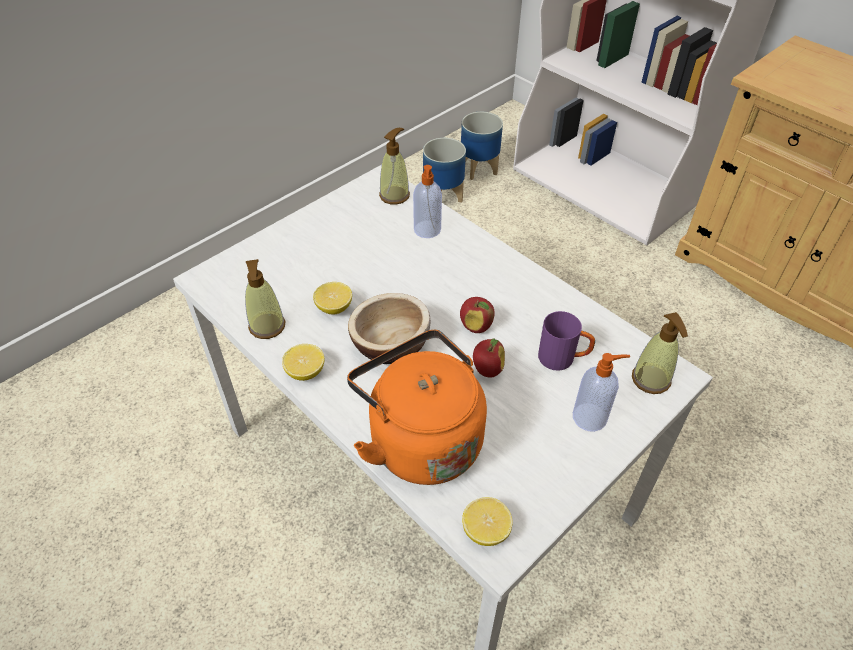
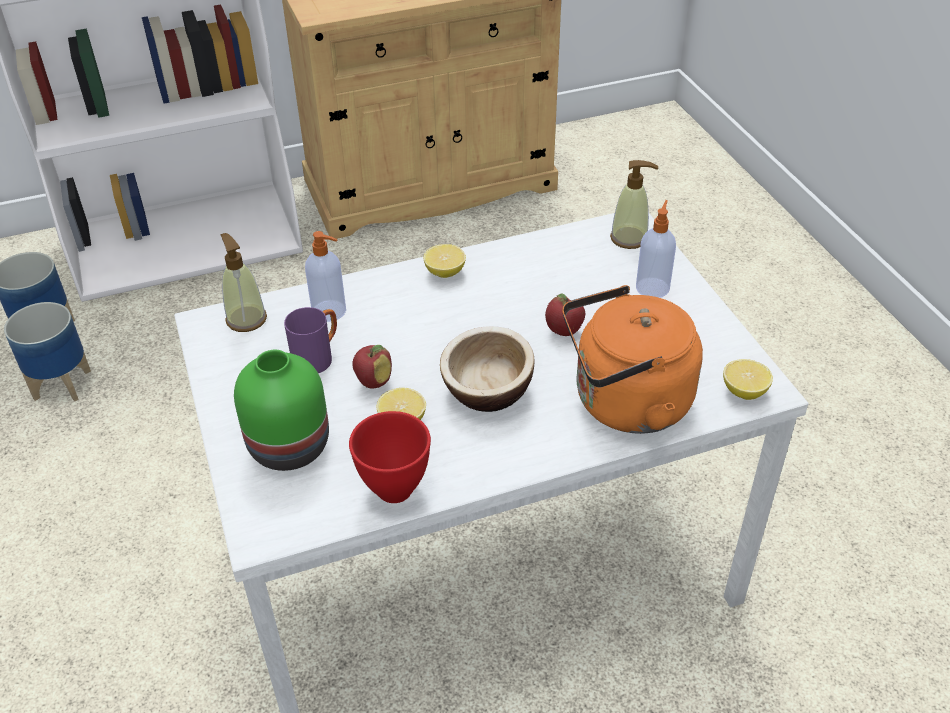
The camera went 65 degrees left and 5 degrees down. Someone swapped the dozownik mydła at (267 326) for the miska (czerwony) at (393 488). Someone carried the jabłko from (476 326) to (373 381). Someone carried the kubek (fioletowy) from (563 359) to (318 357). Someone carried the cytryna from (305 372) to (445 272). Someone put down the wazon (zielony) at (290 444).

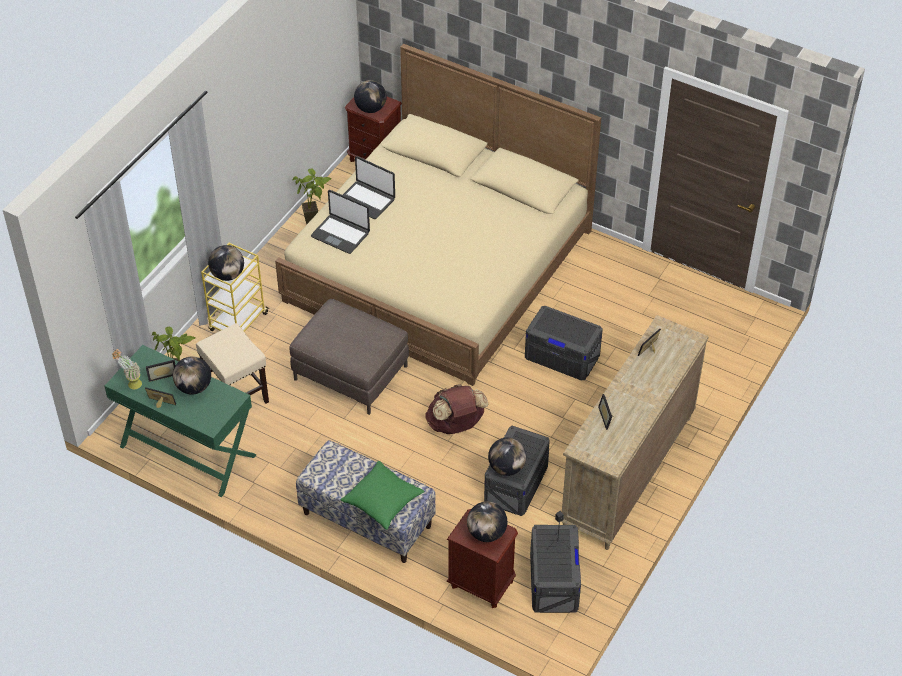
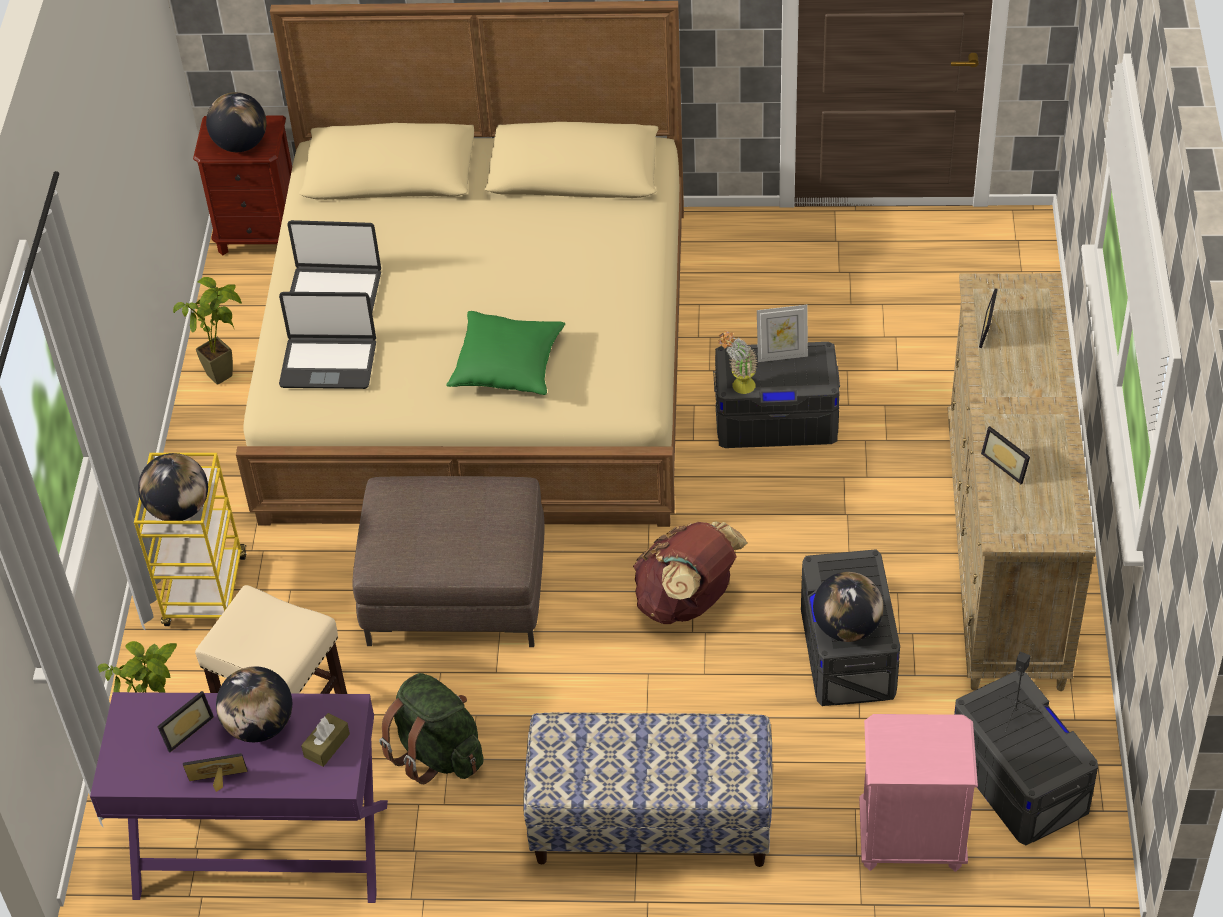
The camera went 25 degrees left and 0 degrees up. Someone repainted the biurko (zielony) at (187 451), which became the biurko (fioletowy) at (261 851). Someone carried the roślina doniczkowa from (131 384) to (738 388). Someone carried the poduszka (zielony) from (382 501) to (507 366). Someone took away the globus at (486 533). Someone repainted the szafka nocna (brązowy) at (481 584), which became the szafka nocna (różowy) at (910 840). Someone put down the ramka na zdjęcie at (782 355). Someone put down the plecak (zielony) at (437 753). Someone put down the pudełko chusteczek (brązowy) at (327 745).

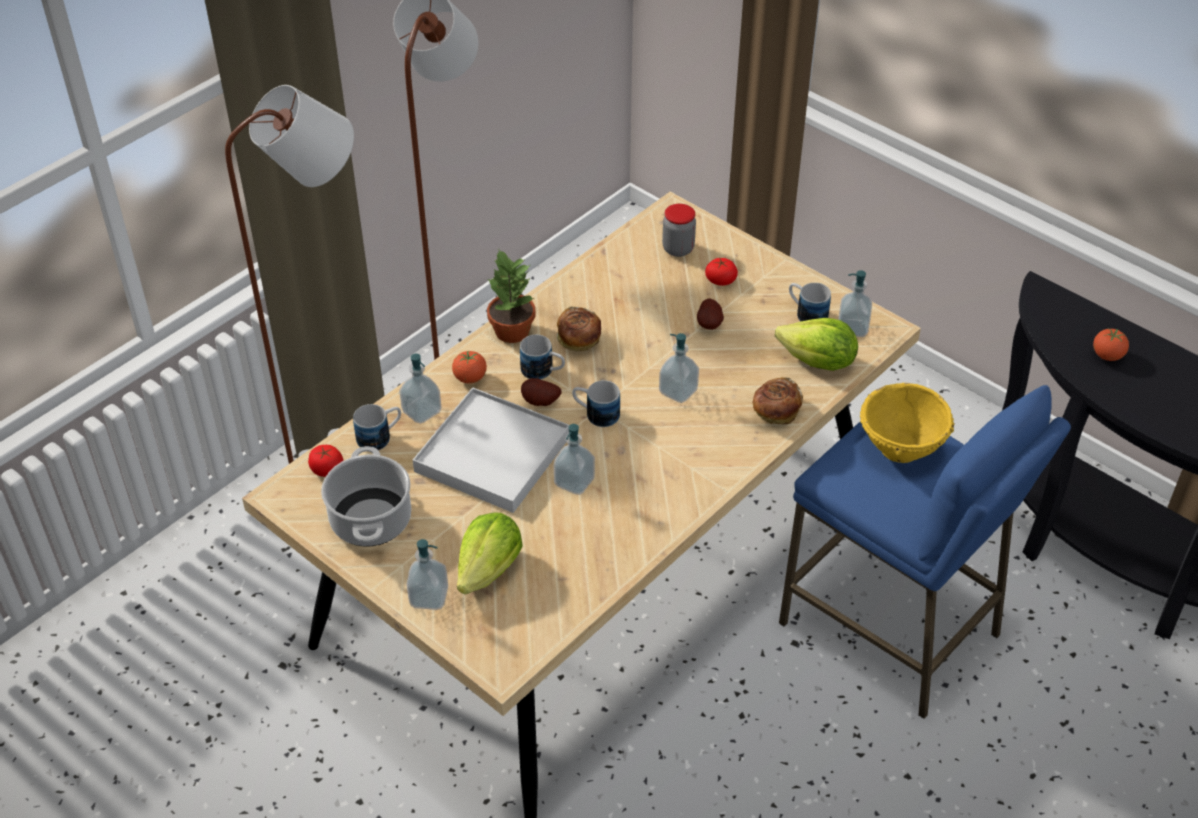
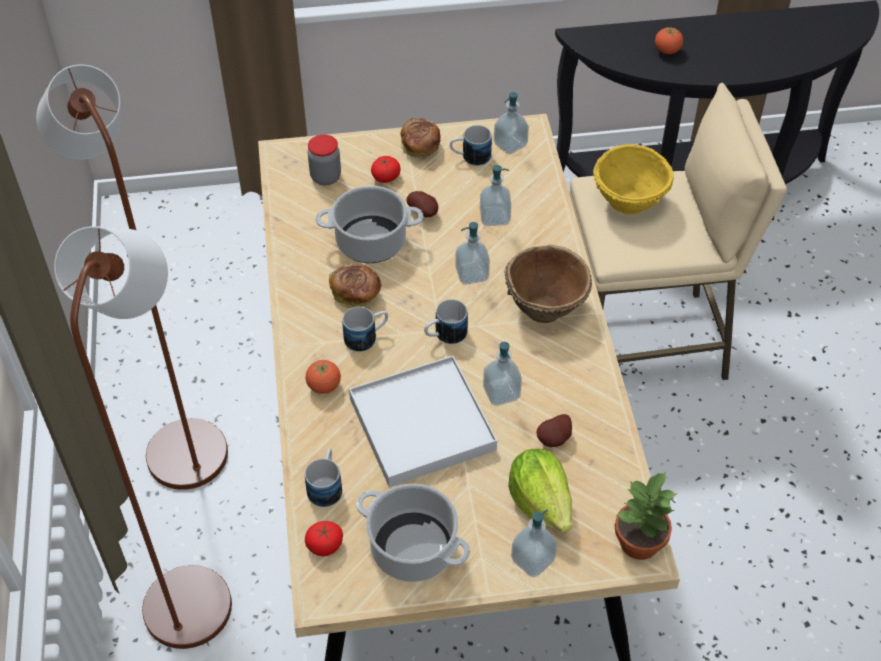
The camera went 50 degrees left and 5 degrees up. Someone carried the roślina doniczkowa from (511 331) to (638 543). Someone took away the sałata at (818 362). Someone carried the dozownik mydła from (421 411) to (494 217). Someone carried the chleb from (775 411) to (420 147). Someone carried the ziemniak from (540 403) to (555 440). Someone repainted the stołek (niebieski) at (891 628), which became the stołek (beżowy) at (643 342). Someone put down the garnek at (370 242). Someone put down the miska (brązowy) at (545 306).

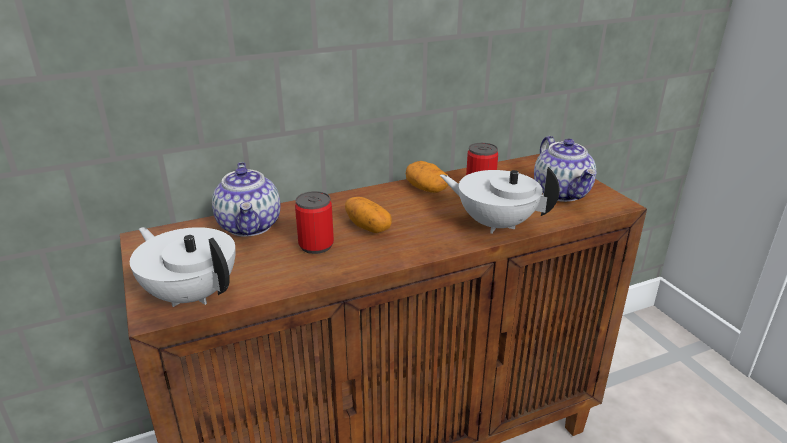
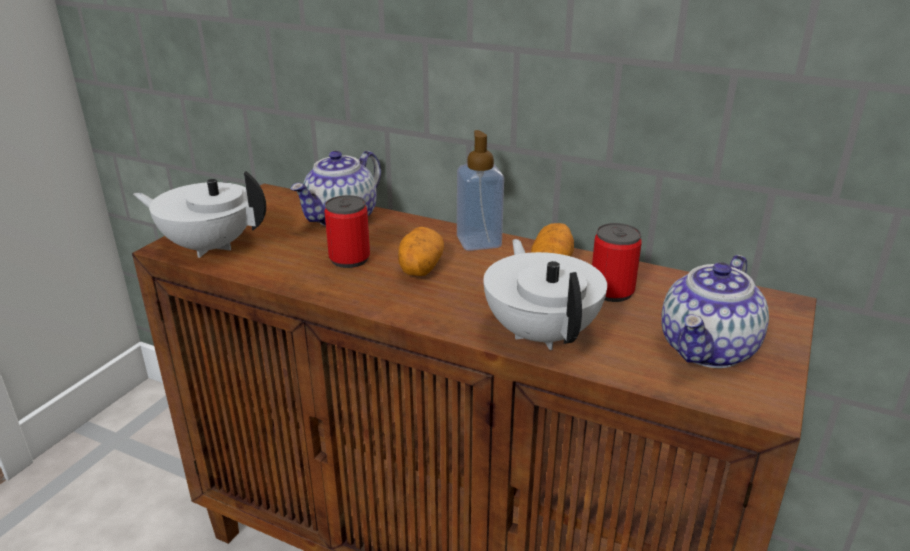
The camera went 50 degrees right and 0 degrees up. Someone rotated the imbryk (biały) at (192 294) by 75 degrees counterclockwise. Someone put down the dozownik mydła at (479 242).

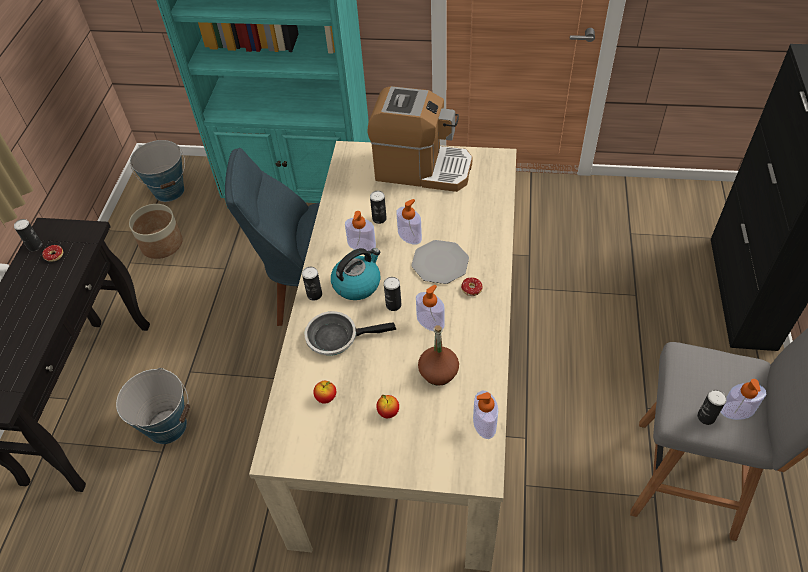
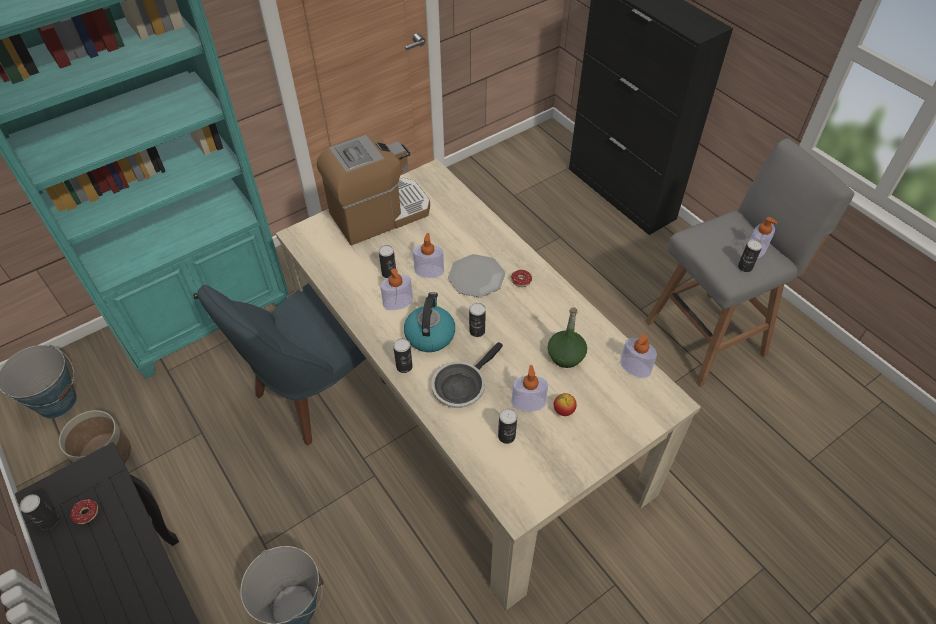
The camera went 45 degrees left and 0 degrees up. Someone carried the dozownik mydła from (430 321) to (528 403). Someone repainted the butelka (brązowy) at (438 372), which became the butelka (zielony) at (565 356). Someone swapped the jabłko at (326 398) for the puszka at (506 436).

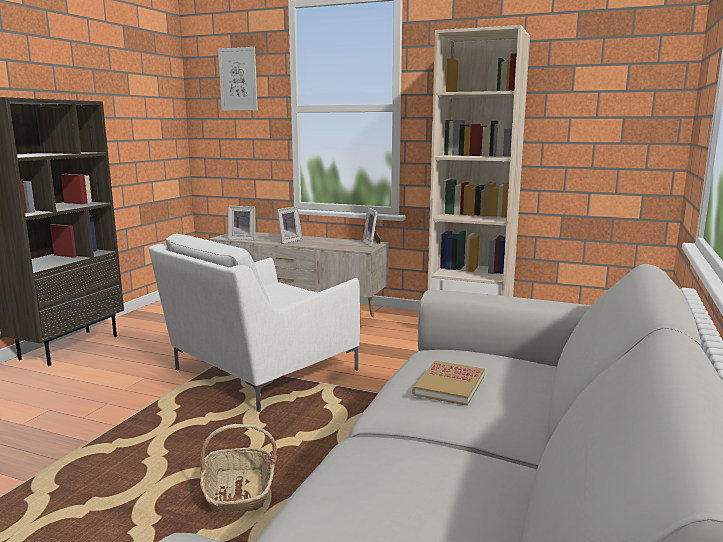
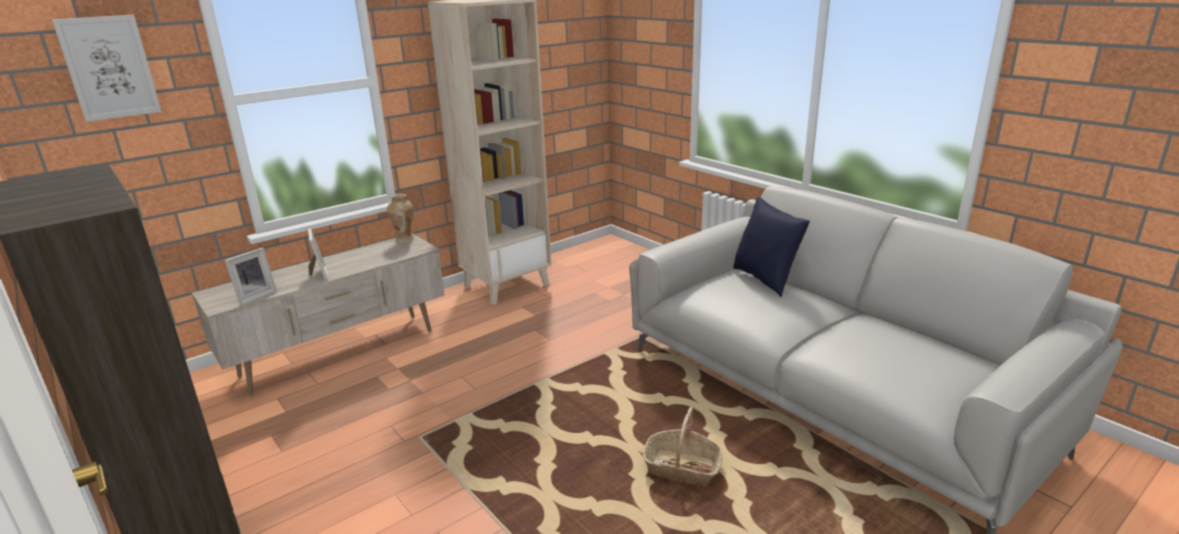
The camera went 60 degrees left and 10 degrees up. Someone swapped the ramka na zdjęcie at (372 243) for the wazon at (405 240). Someone took away the fotel (biały) at (260 372). Someone took away the książka at (449 385). Someone put down the poduszka (niebieski) at (765 279).

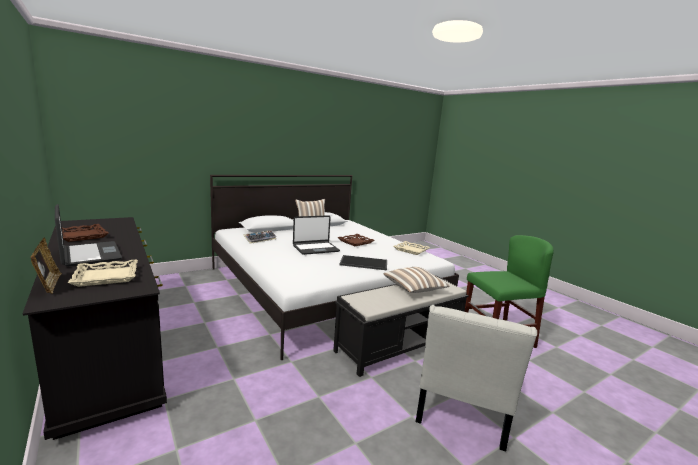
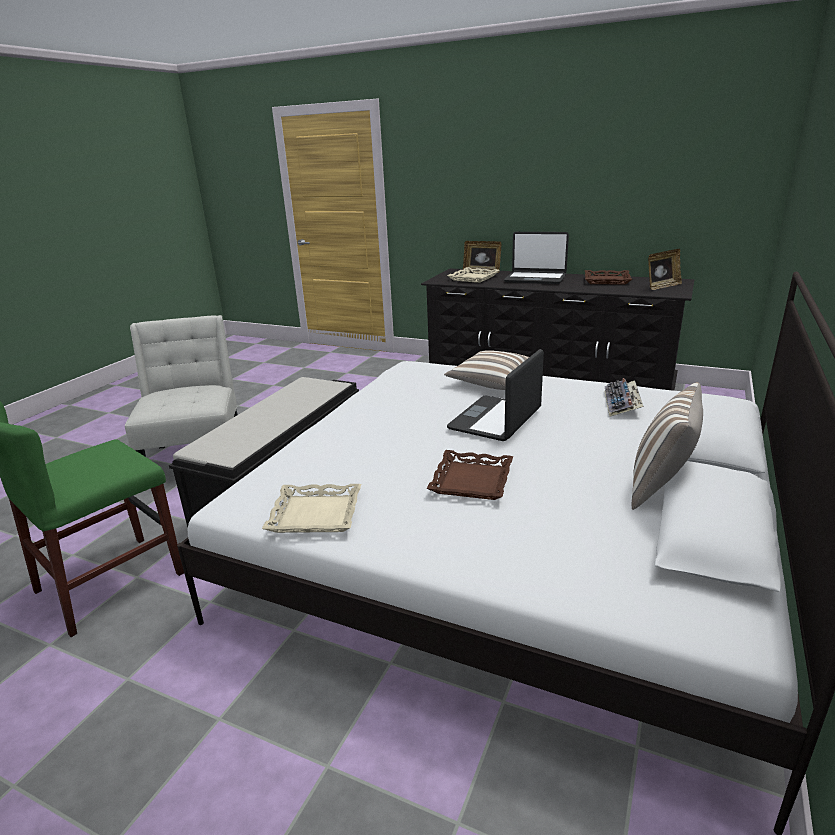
The camera went 150 degrees right and 10 degrees up. Someone took away the taca at (363 263). Someone carried the poduszka from (414 289) to (492 383). Someone put down the ramka na zdjęcie at (662 286).

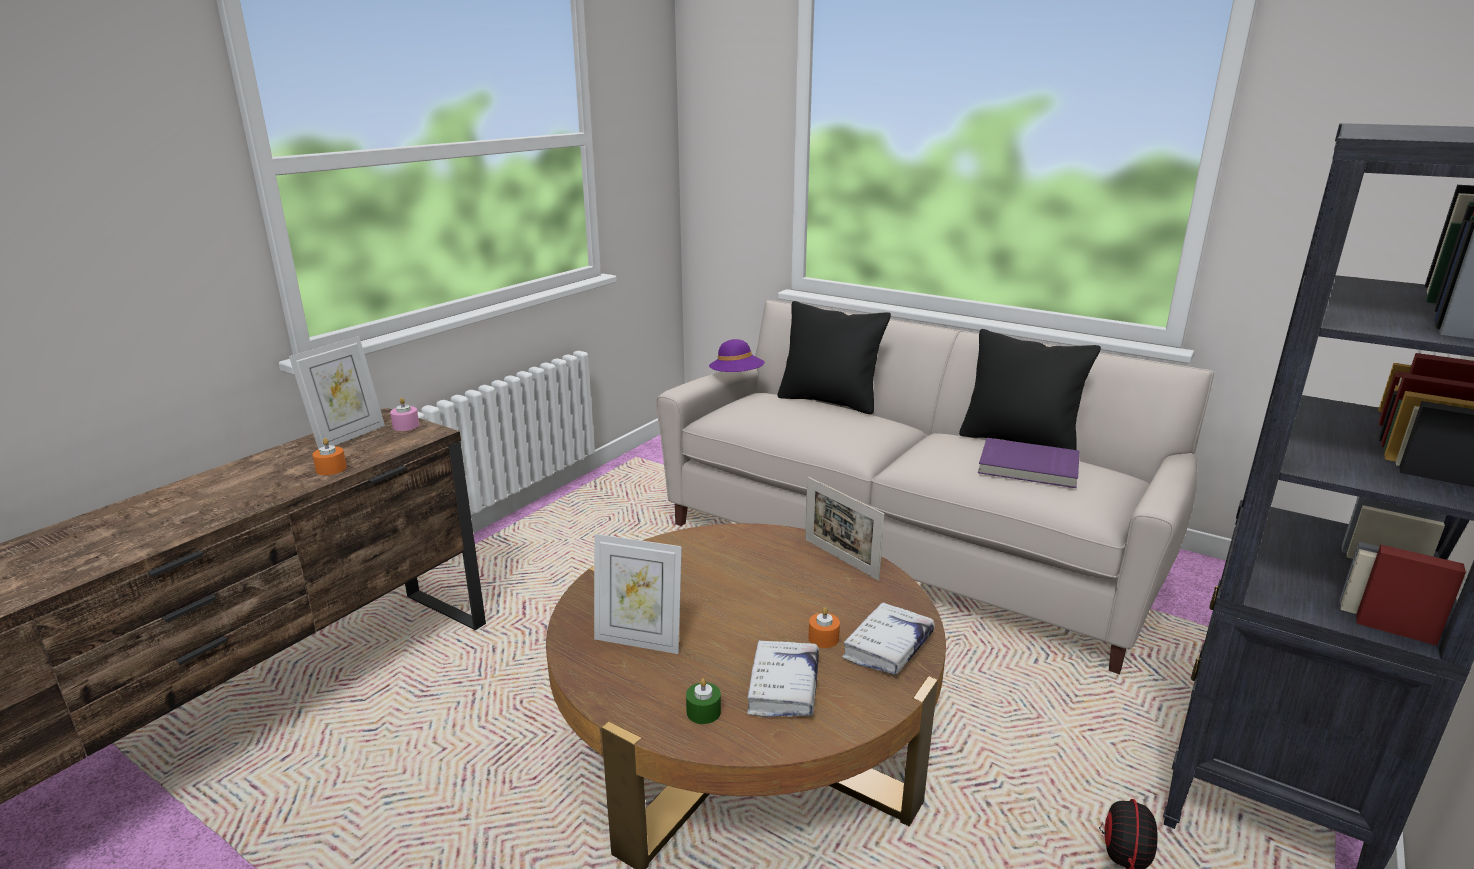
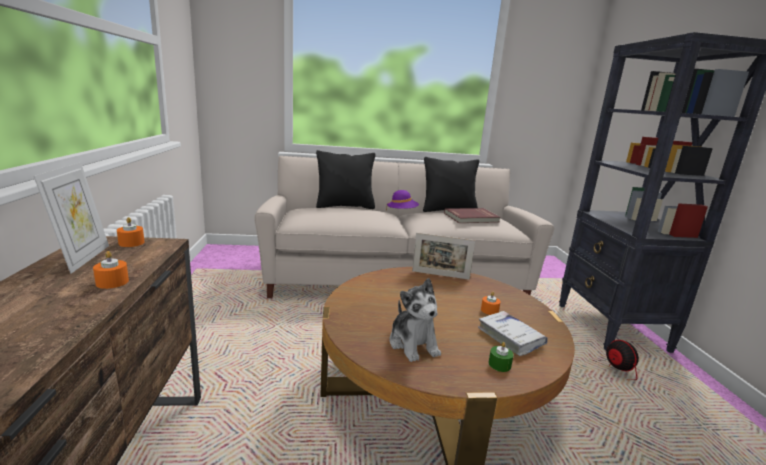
The camera went 40 degrees left and 5 degrees down. Someone carried the kapelusz (fioletowy) from (737 377) to (402 212). Someone repainted the świeca (różowy) at (406 426), which became the świeca (pomarańczowy) at (131 243). Someone repainted the książka (fioletowy) at (1028 467), which became the książka (czerwony) at (471 218). Someone swapped the ramka na zdjęcie at (639 640) for the pluszak at (413 344). Someone took away the książka (biały) at (888 647).

